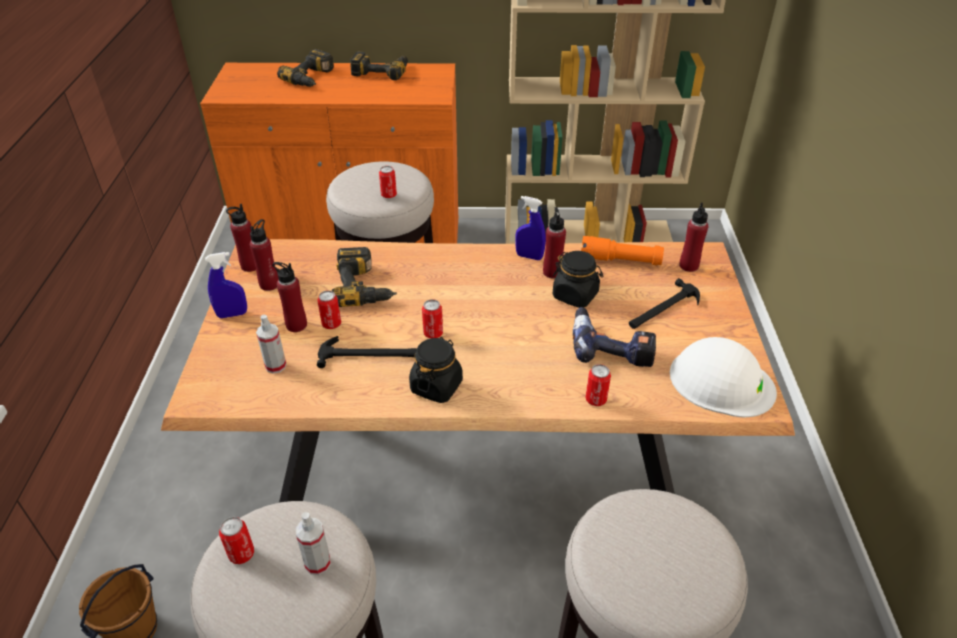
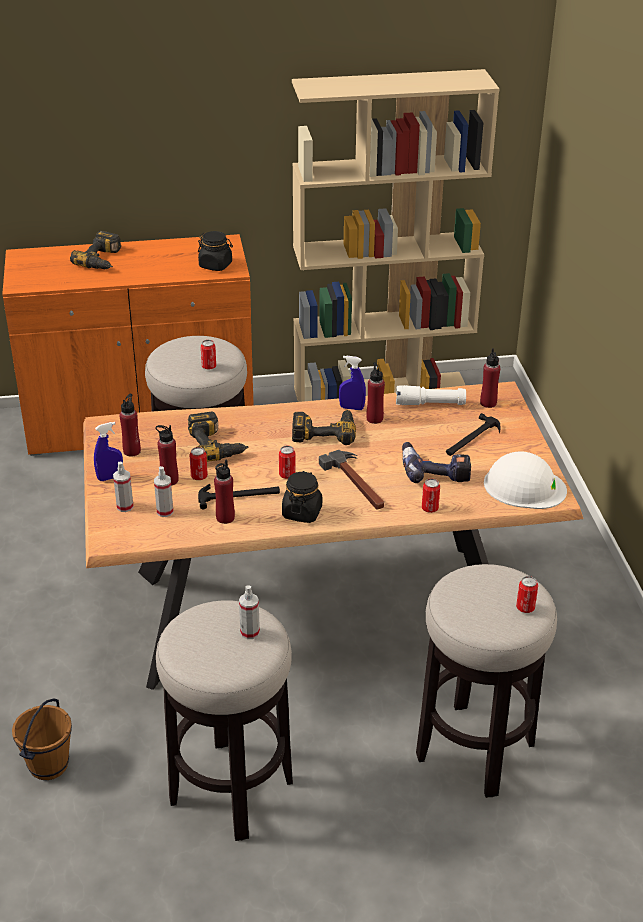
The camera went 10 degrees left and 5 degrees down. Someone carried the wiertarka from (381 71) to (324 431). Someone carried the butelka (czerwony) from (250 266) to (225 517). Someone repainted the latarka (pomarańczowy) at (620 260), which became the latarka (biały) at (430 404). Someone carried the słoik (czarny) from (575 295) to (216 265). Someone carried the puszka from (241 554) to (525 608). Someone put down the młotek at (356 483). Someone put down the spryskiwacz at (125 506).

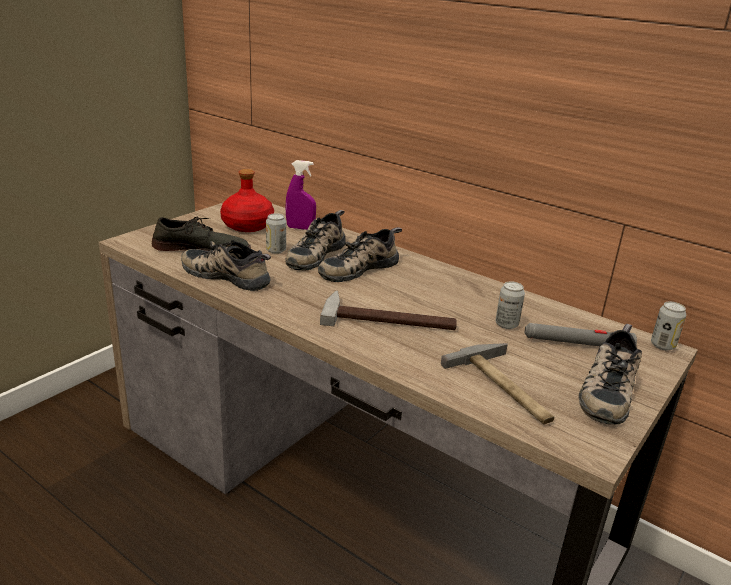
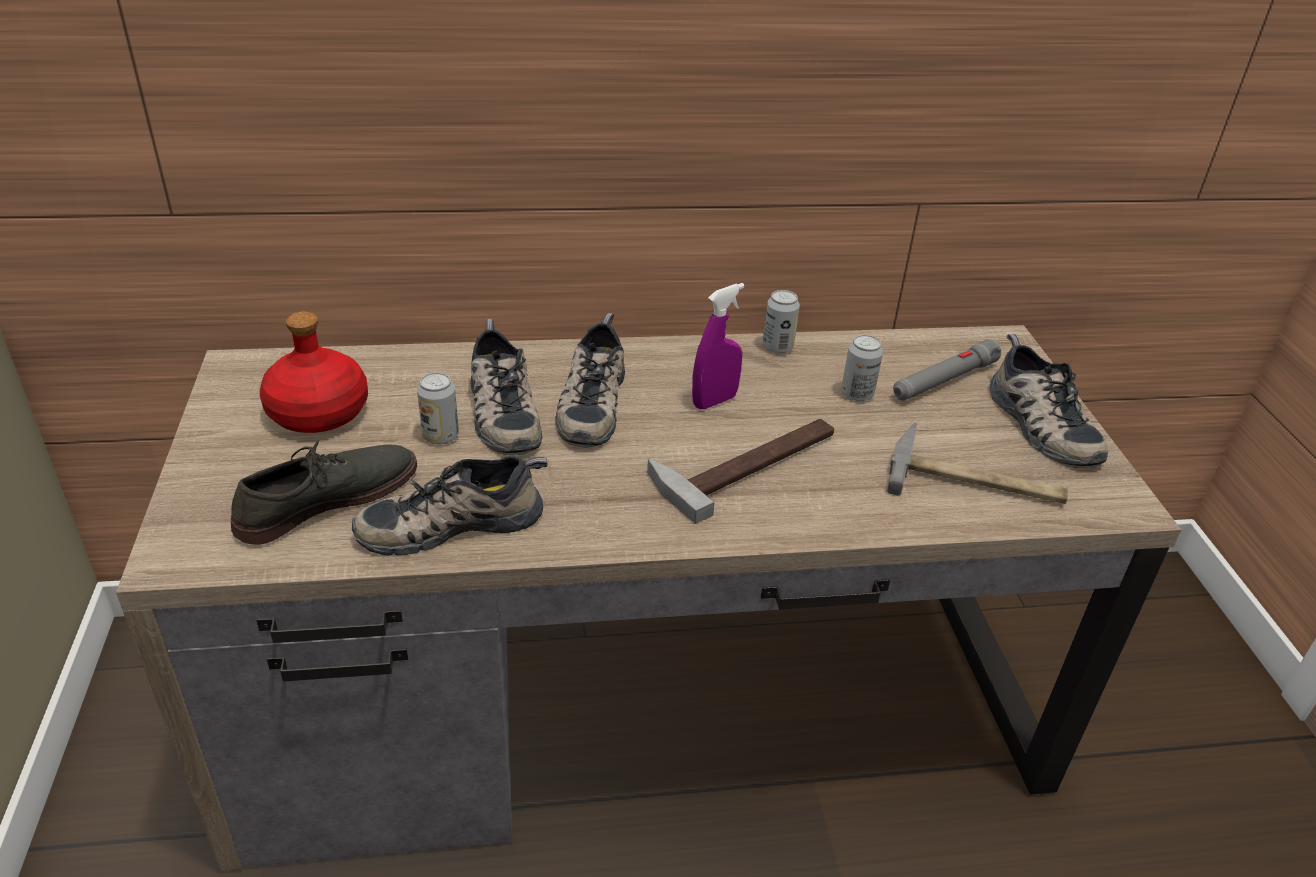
The camera went 45 degrees left and 10 degrees up. Someone carried the spryskiwacz (fioletowy) from (300 228) to (714 401). Someone carried the puszka from (662 345) to (777 347).

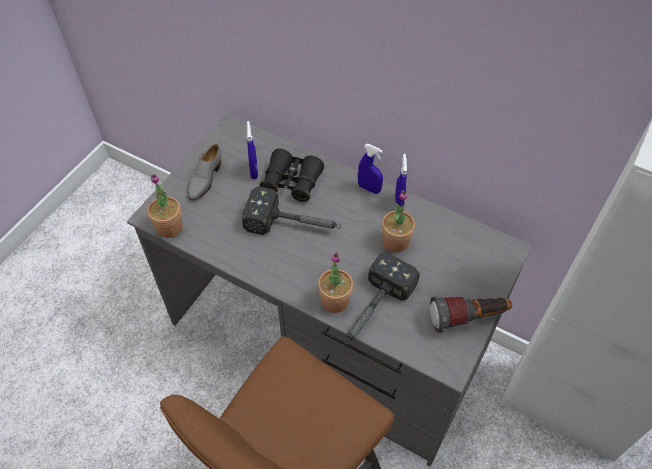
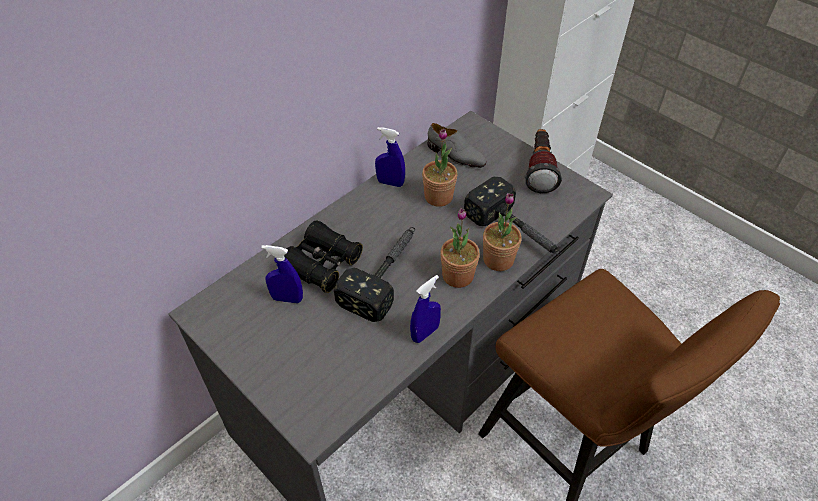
The camera went 75 degrees left and 5 degrees down. Someone carried the but (szary) from (205 179) to (455 155). Someone carried the spryskiwacz (niebieski) from (369 188) to (425 333). Someone carried the roślina doniczkowa from (169 227) to (457 276).

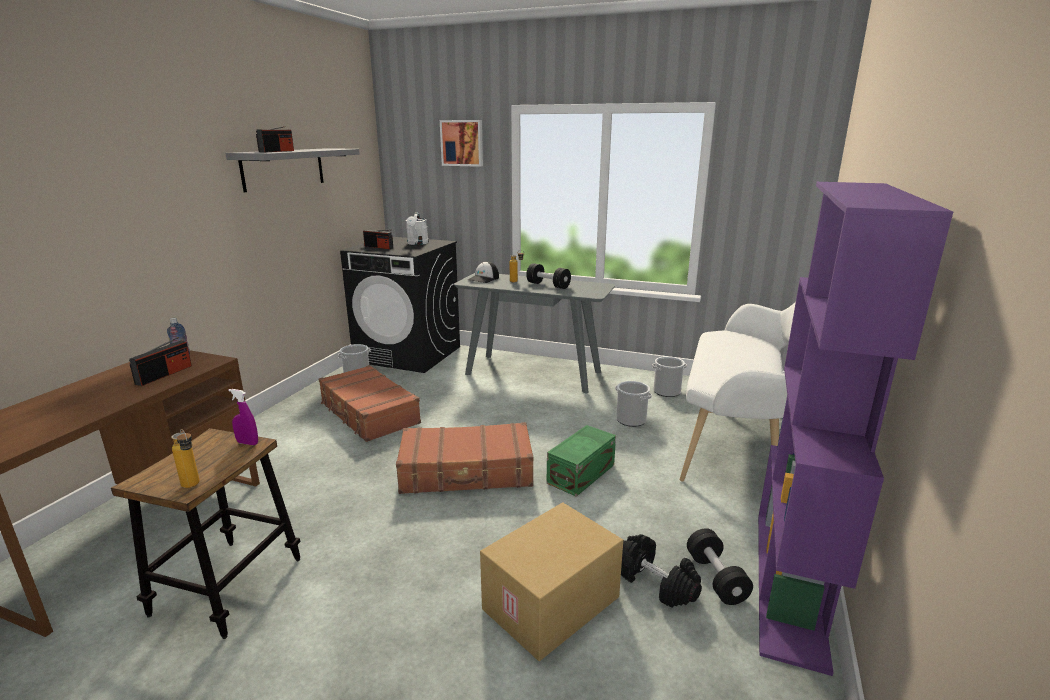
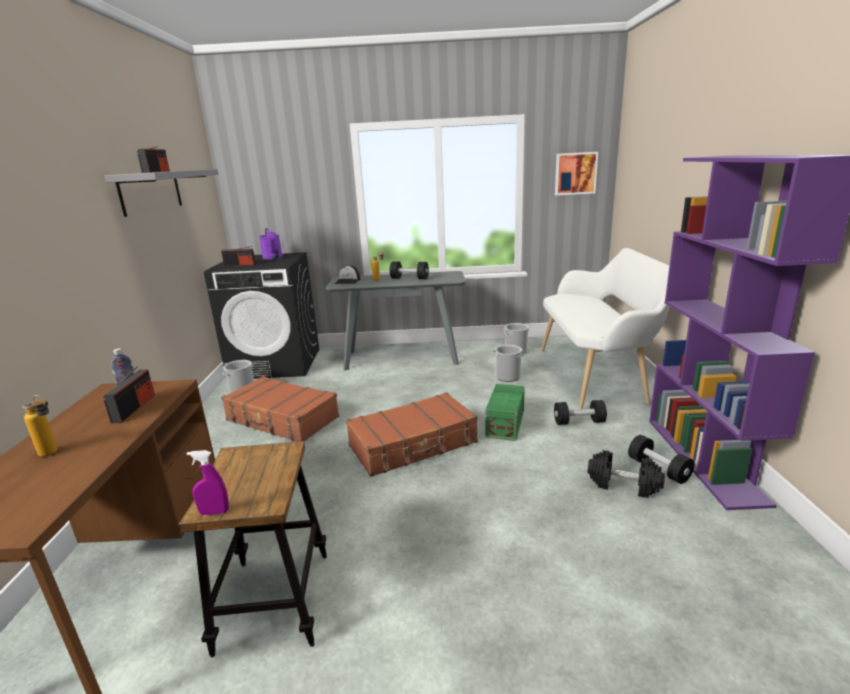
The camera went 20 degrees left and 0 degrees up. Someone carried the obraz from (462 143) to (575 173). Someone repainted the konewka (biały) at (417 243), which became the konewka (fioletowy) at (273 258). Someone carried the spryskiwacz (fioletowy) from (247 443) to (214 512). Someone carried the butelka from (193 486) to (53 454). Someone took away the karton at (552 605). Someone put down the hantel (czarny) at (579 422).

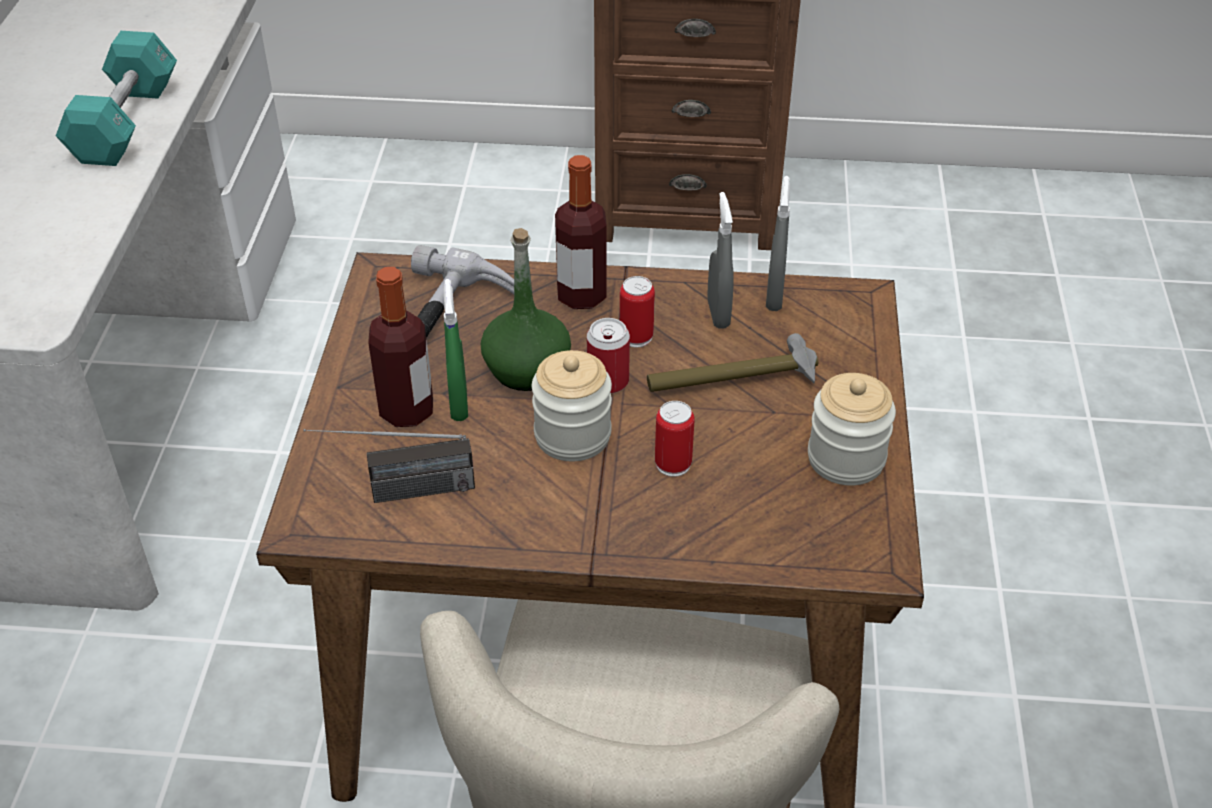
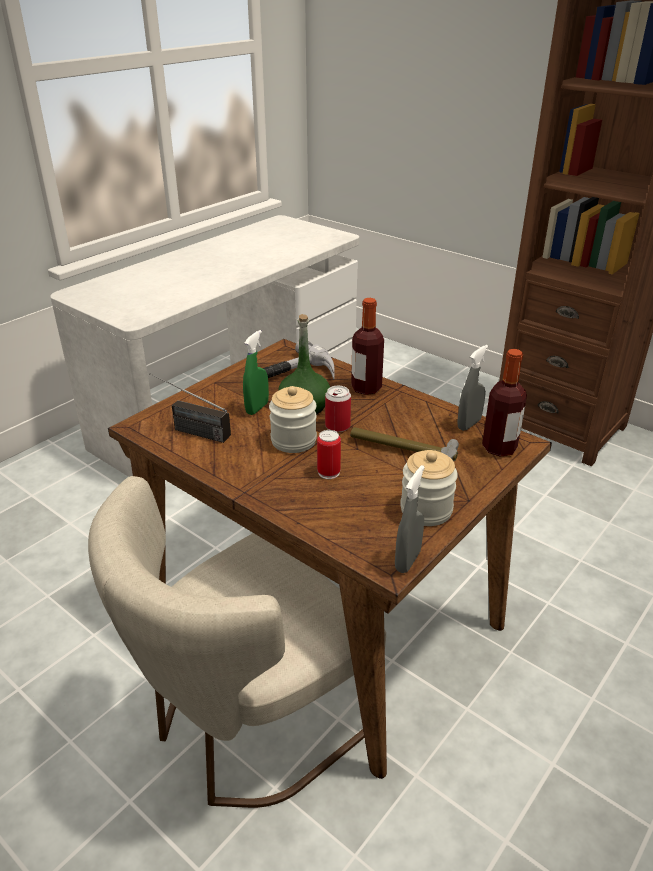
The camera went 35 degrees right and 10 degrees down. Someone took away the hantel (turkusowy) at (125 122). Someone carried the spryskiwacz (szary) from (718 314) to (407 561). Someone carried the butelka from (407 411) to (499 448). Someone took away the puszka at (636 336).

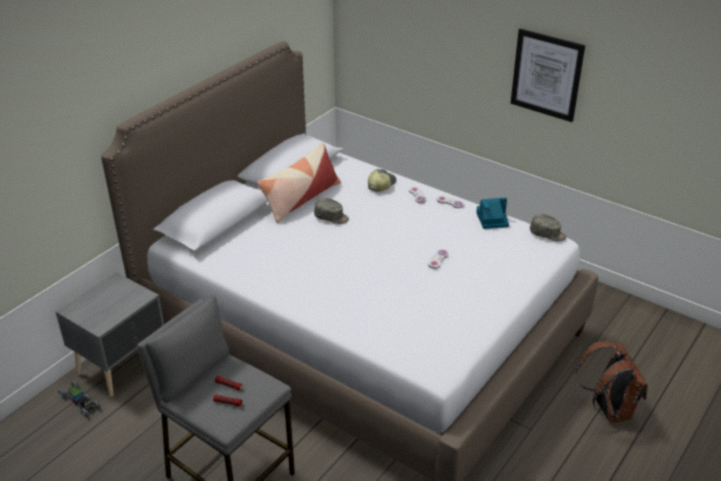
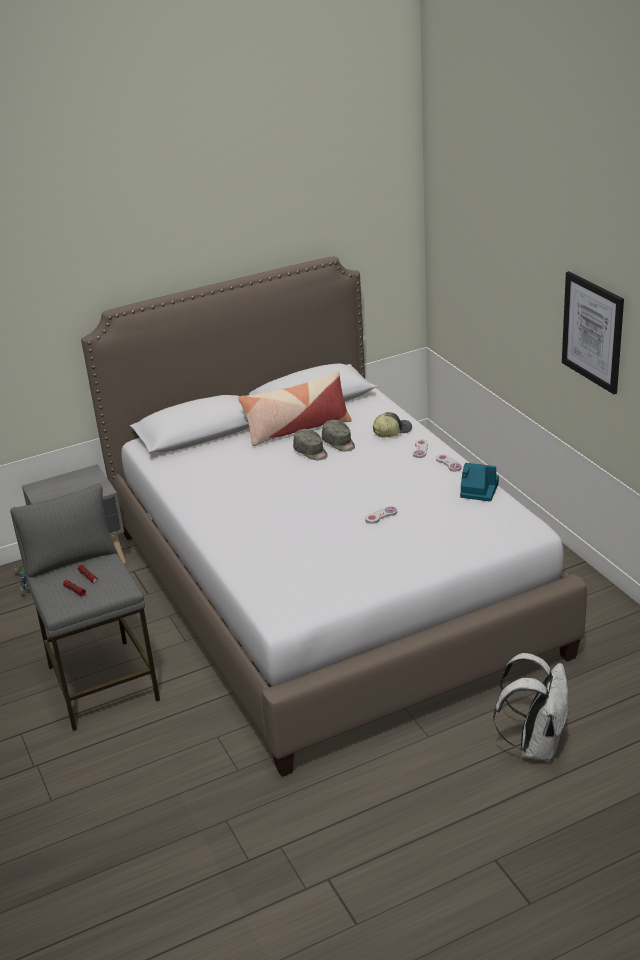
The camera went 30 degrees right and 5 degrees down. Someone carried the czapka z daszkiem (szary) from (547 234) to (339 443). Someone repainted the plecak (brązowy) at (608 409), which became the plecak (biały) at (536 745).

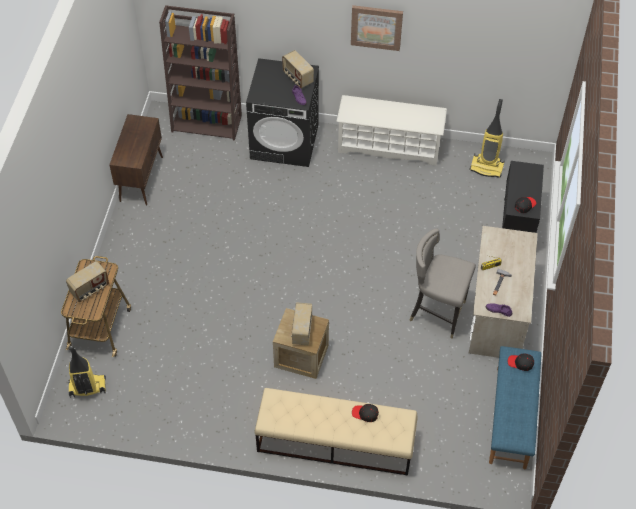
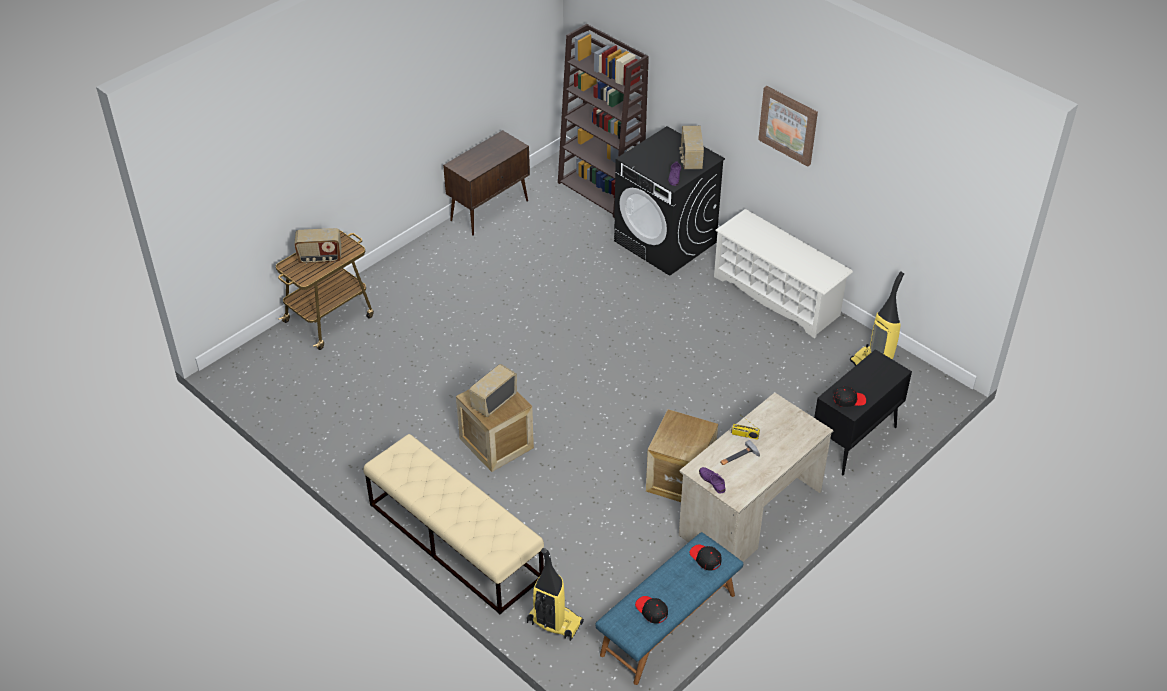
The camera went 35 degrees right and 10 degrees down. Someone swapped the stołek (szary) at (437 313) for the skrzynka at (680 478). Someone carried the odkurzacz from (87 388) to (553 623). Someone carried the czapka z daszkiem (czarny) from (365 414) to (651 610).

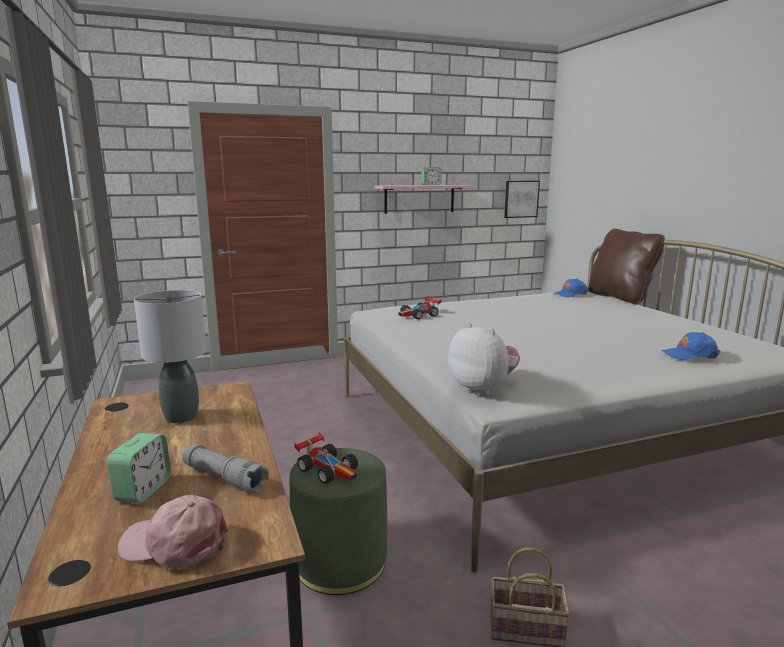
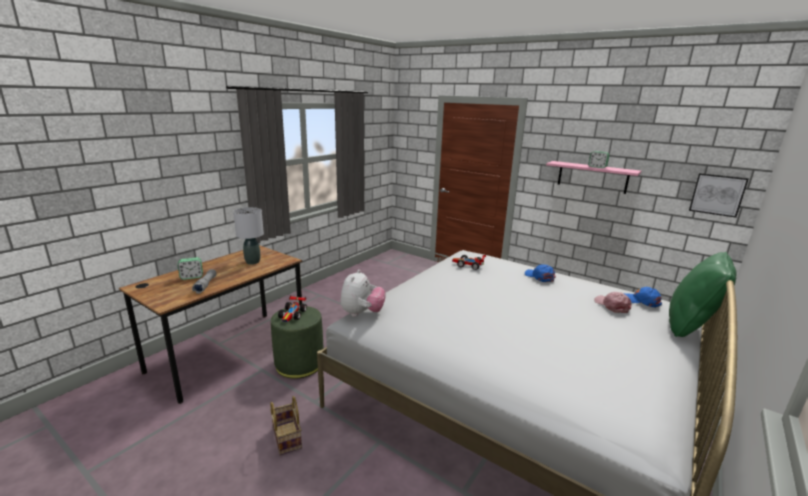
The camera went 55 degrees right and 5 degrees up. Someone repainted the poduszka (brązowy) at (620 297), which became the poduszka (zielony) at (690 326). Someone carried the czapka z daszkiem (niebieski) from (689 355) to (539 277). Someone carried the czapka z daszkiem (różowy) from (175 543) to (612 305).

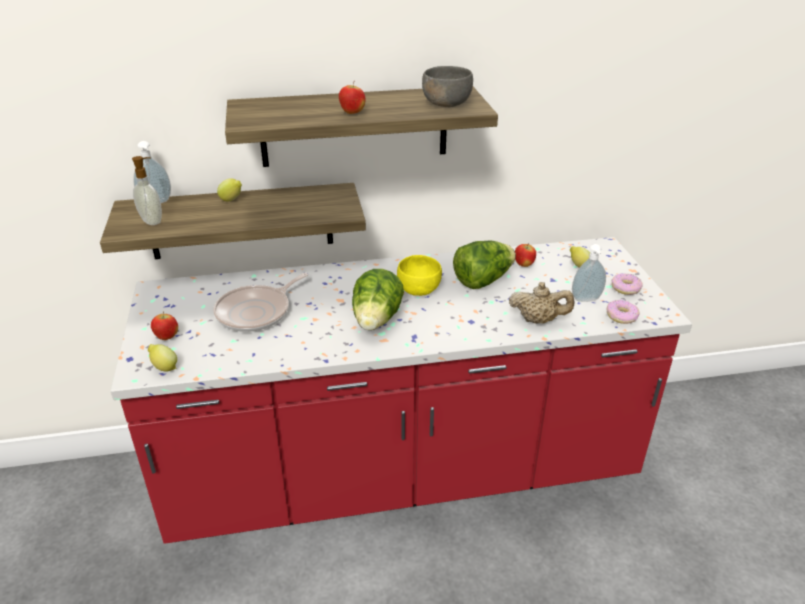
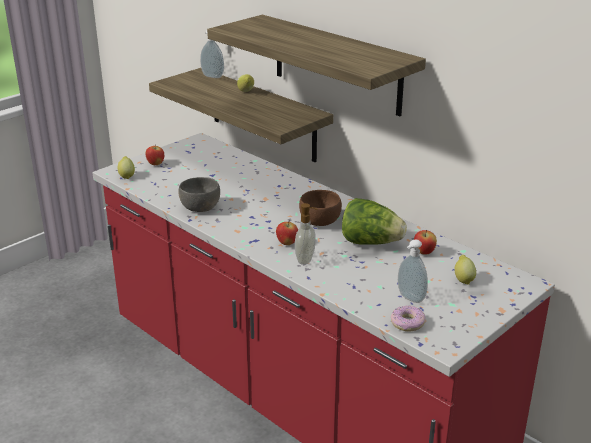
The camera went 55 degrees right and 5 degrees down. Someone carried the miska (szary) from (446 103) to (199 207). Someone carried the jabłko from (352 113) to (287 243). Someone carried the dozownik mydła from (152 221) to (306 259). Someone repainted the miska (żółty) at (419 289), which became the miska (brązowy) at (320 221). Someone took away the sałata at (376 320). Someone took away the patelnia at (257 312). Someone took away the donut at (625 288). Someone took away the imbryk (beżowy) at (538 320).

